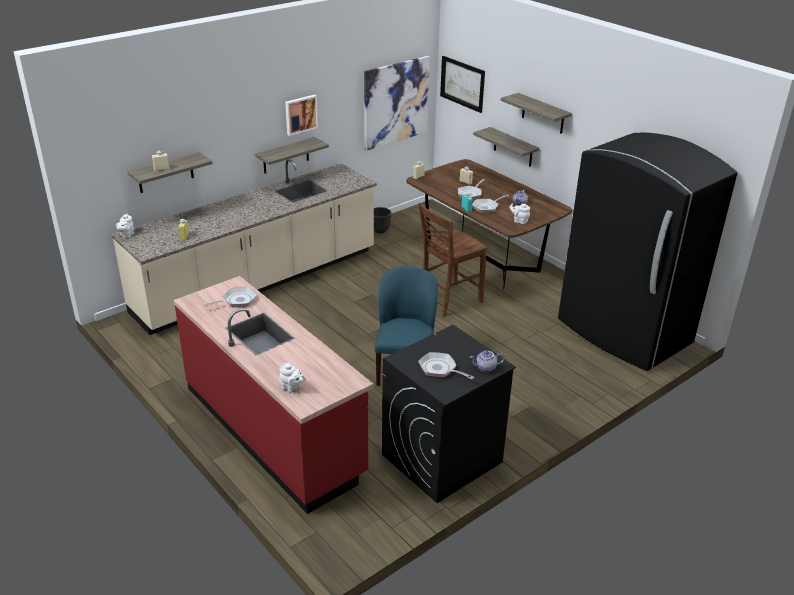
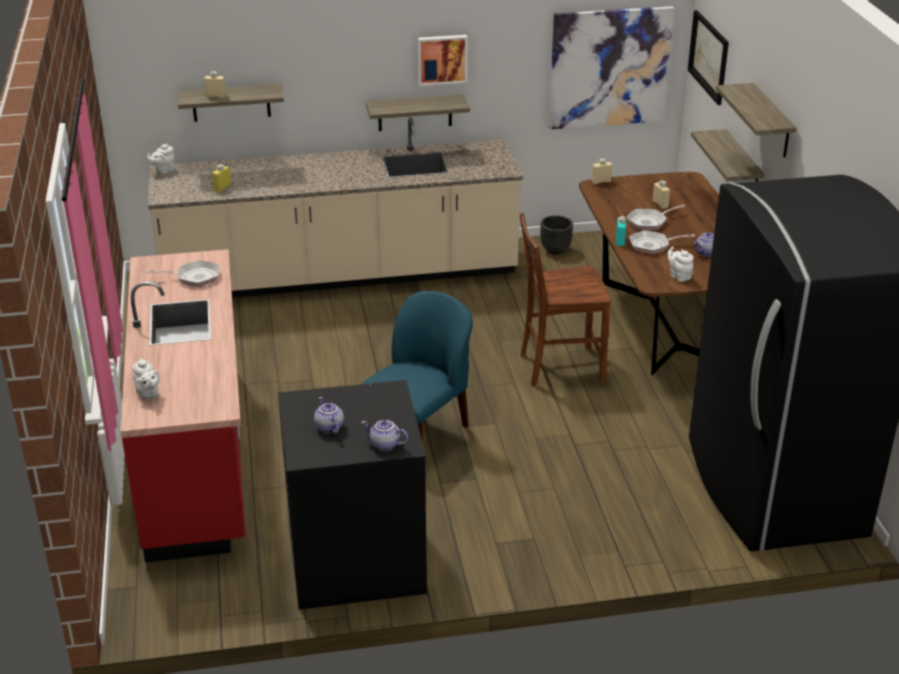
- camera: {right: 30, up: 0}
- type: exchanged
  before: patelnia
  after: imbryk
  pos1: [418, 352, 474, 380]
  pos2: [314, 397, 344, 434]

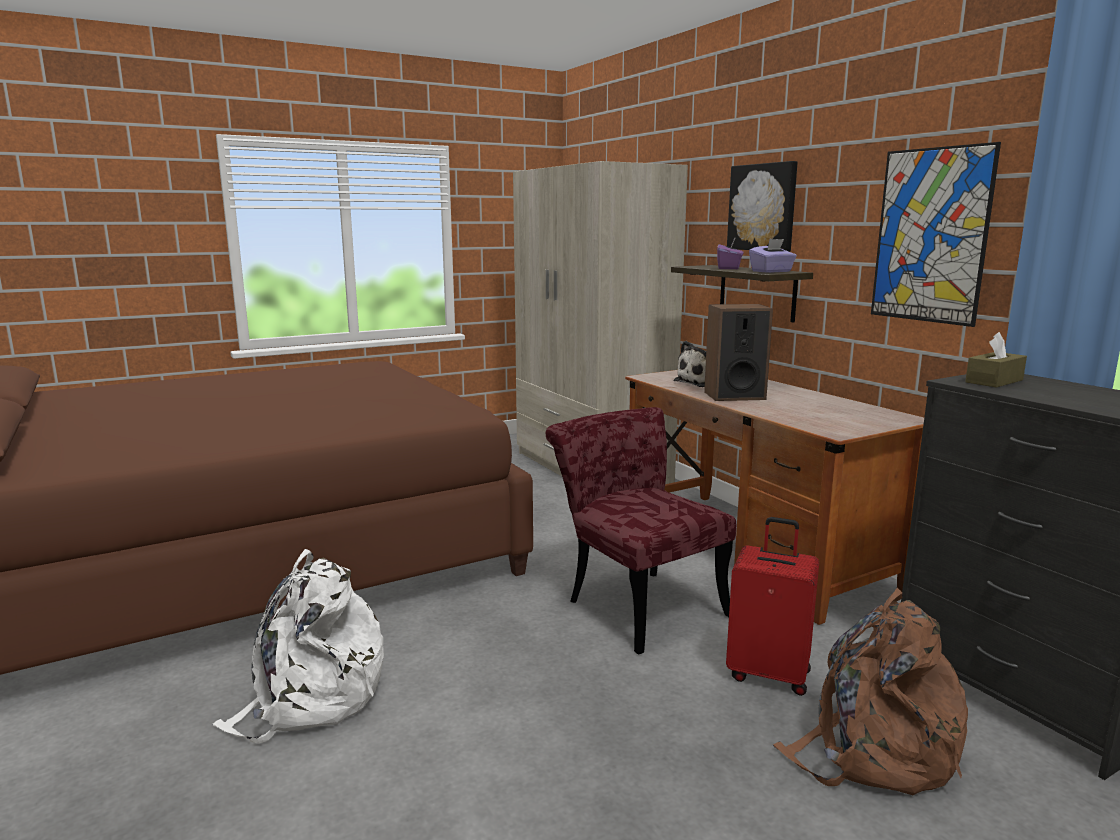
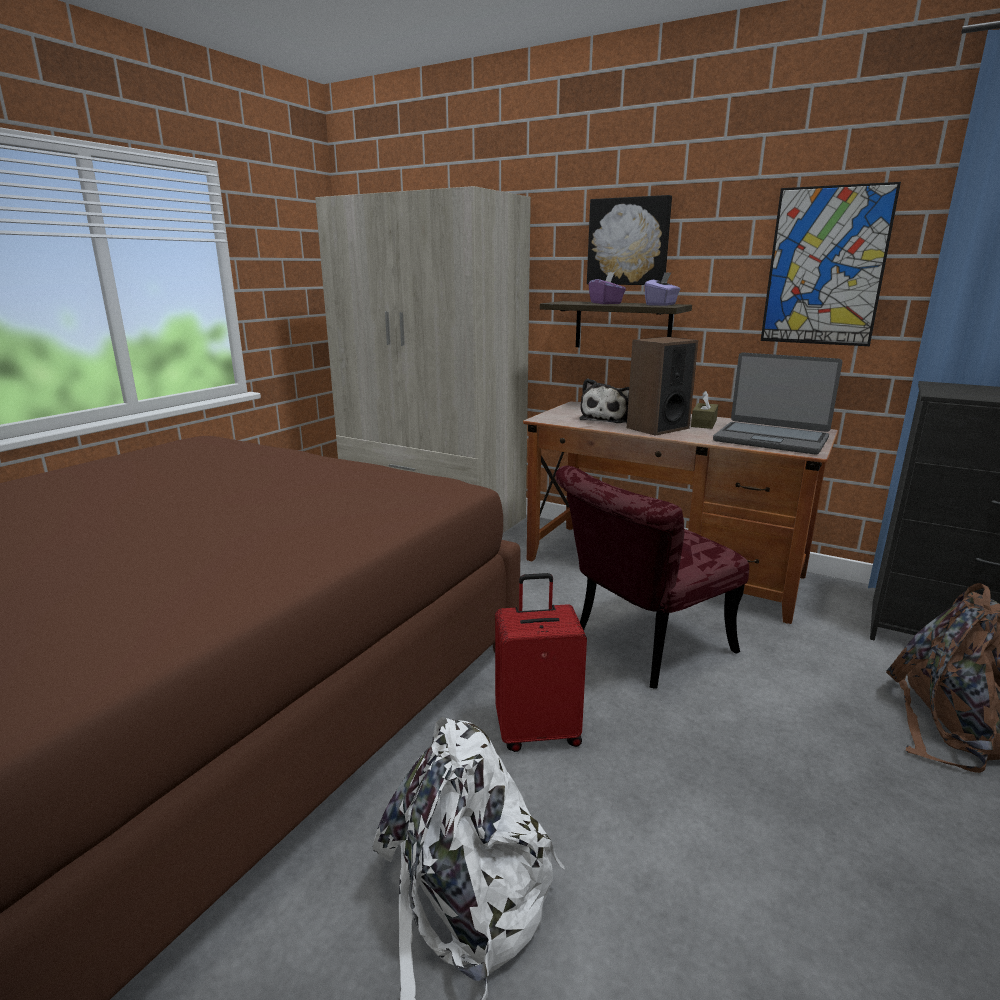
- camera: {right: -30, up: 5}
- type: spun
  before: krzesło [czerwony]
  pos1: [546, 407, 736, 655]
  pos2: [555, 466, 749, 689]
  turn: -60
- type: relocated
  before: walizka [czerwony]
  pos1: [726, 517, 819, 696]
  pos2: [495, 573, 587, 752]
- type: relocated
  before: pudełko chusteczek [brązowy]
  pos1: [965, 332, 1027, 387]
  pos2: [691, 391, 718, 429]
- type: appeared
  after: laptop
  pos2: [713, 352, 842, 454]

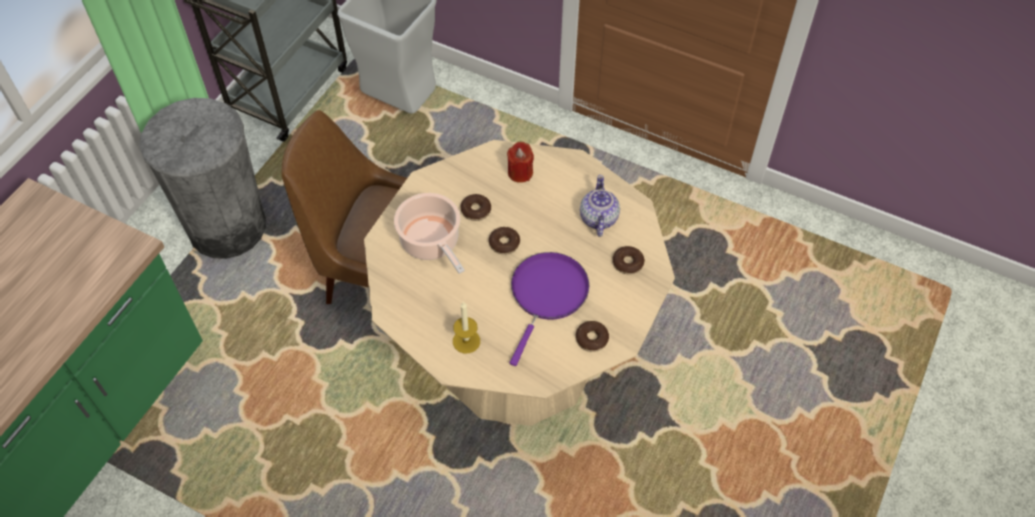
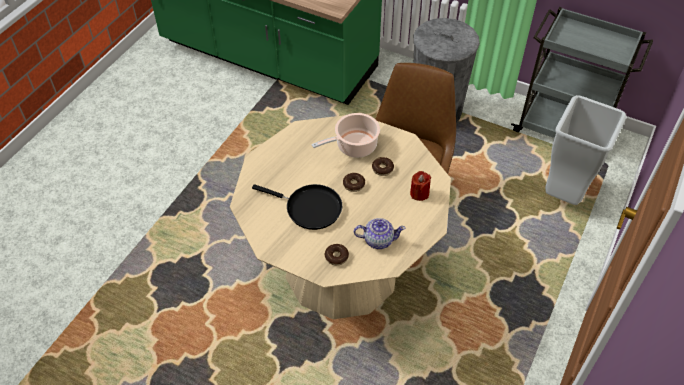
- camera: {right: 90, up: -5}
- type: missing
  before: świeca
  pos1: [453, 302, 480, 353]
- type: colour
  before: patelnia [fioletowy]
  after: patelnia [czarny]
  pos1: [510, 252, 589, 366]
  pos2: [252, 184, 342, 230]
- type: missing
  before: donut
  pos1: [576, 321, 609, 352]

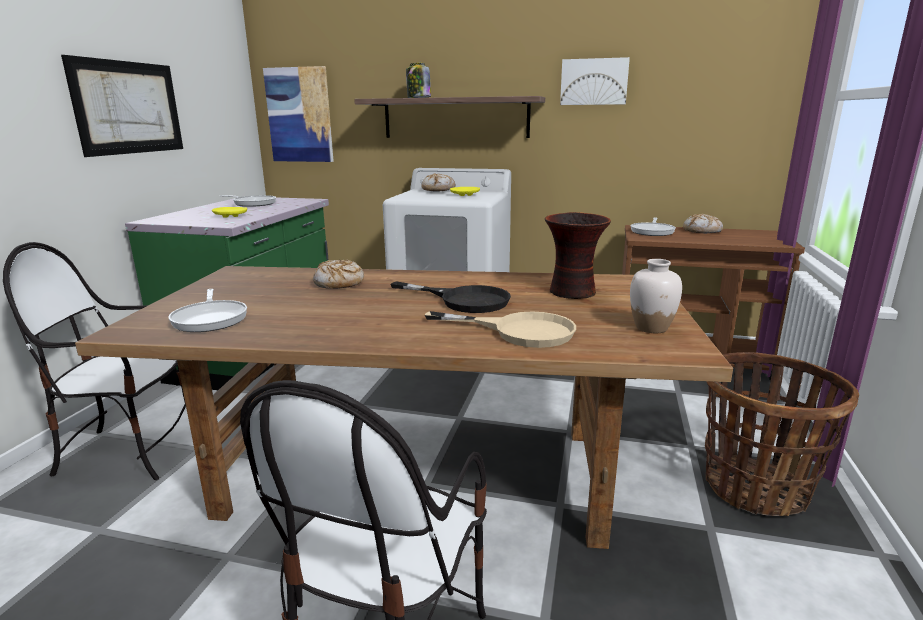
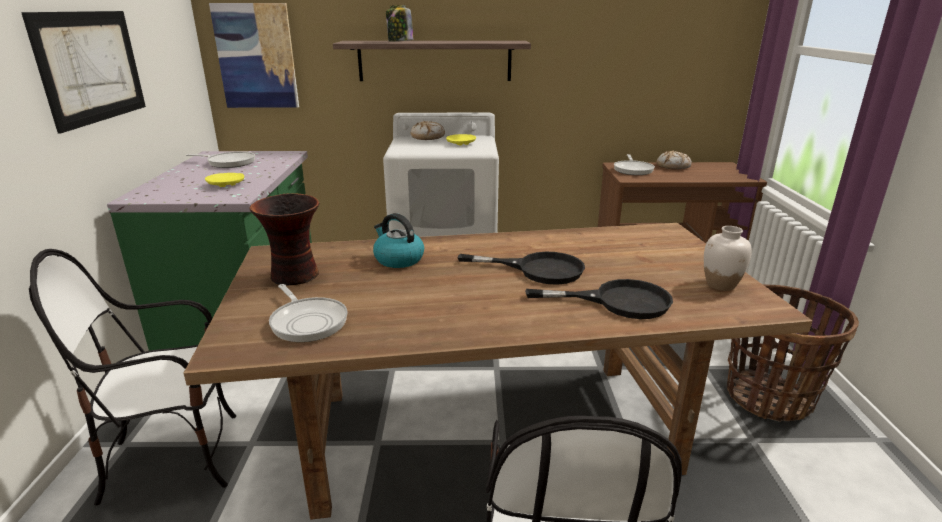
- camera: {right: -15, up: 5}
- type: exchanged
  before: chleb
  after: czajnik
  pos1: [313, 260, 364, 289]
  pos2: [373, 213, 424, 268]
- type: colour
  before: patelnia [beżowy]
  after: patelnia [czarny]
  pos1: [425, 311, 576, 348]
  pos2: [525, 279, 673, 319]
- type: relocated
  before: wazon
  pos1: [545, 212, 611, 299]
  pos2: [249, 193, 319, 285]
- type: missing
  before: obraz
  pos1: [560, 57, 630, 105]

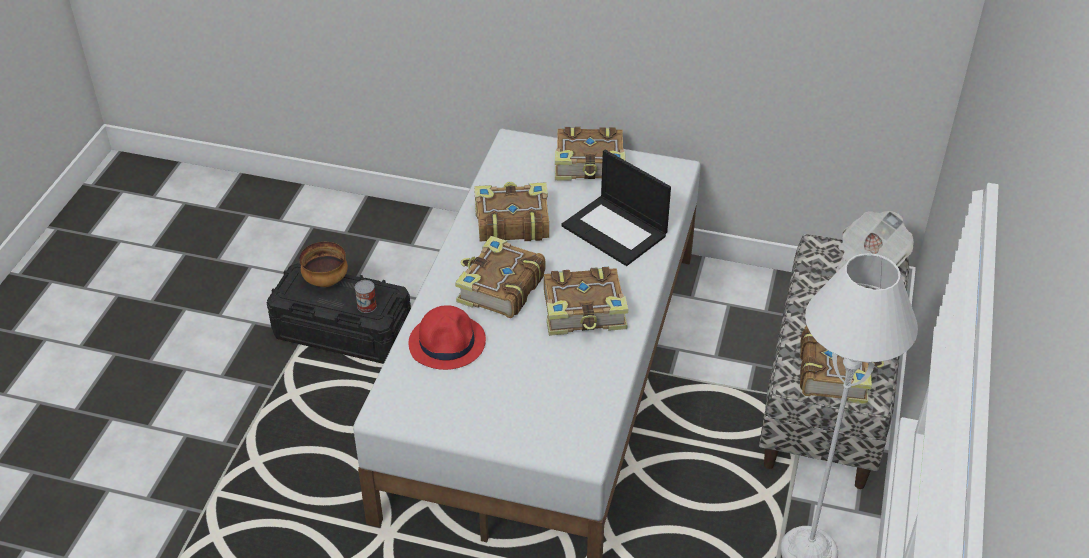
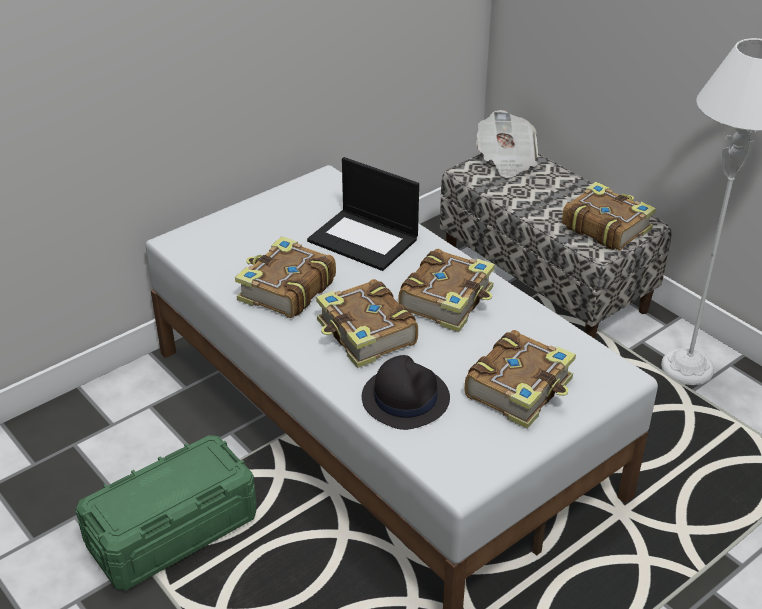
- camera: {right: -55, up: -5}
- type: colour
  before: pojemnik do przechowywania [czarny]
  after: pojemnik do przechowywania [zielony]
  pos1: [267, 263, 411, 364]
  pos2: [76, 435, 257, 590]
- type: missing
  before: miska
  pos1: [299, 242, 348, 287]
- type: missing
  before: puszka
  pos1: [355, 280, 377, 313]
- type: colour
  before: kapelusz [czerwony]
  after: kapelusz [czarny]
  pos1: [409, 305, 486, 370]
  pos2: [362, 355, 450, 430]
- type: relocated
  before: książka
  pos1: [555, 127, 626, 181]
  pos2: [465, 330, 576, 429]
- type: spun
  before: laptop
  pos1: [561, 150, 671, 266]
  pos2: [307, 157, 419, 271]
  turn: 45

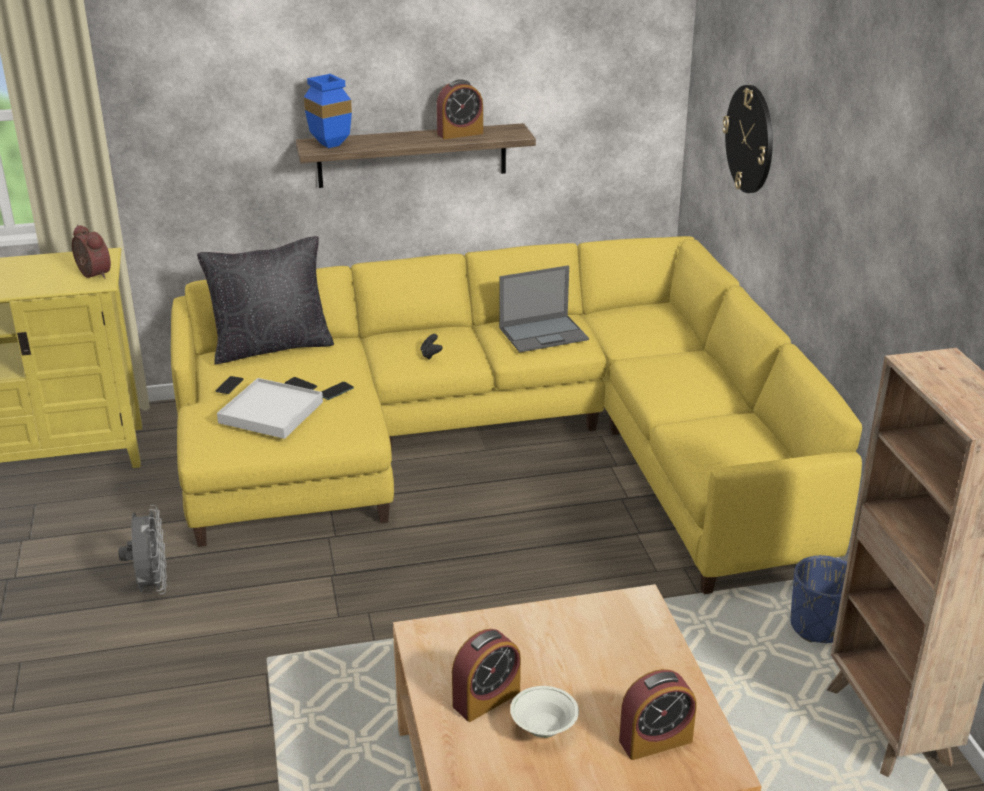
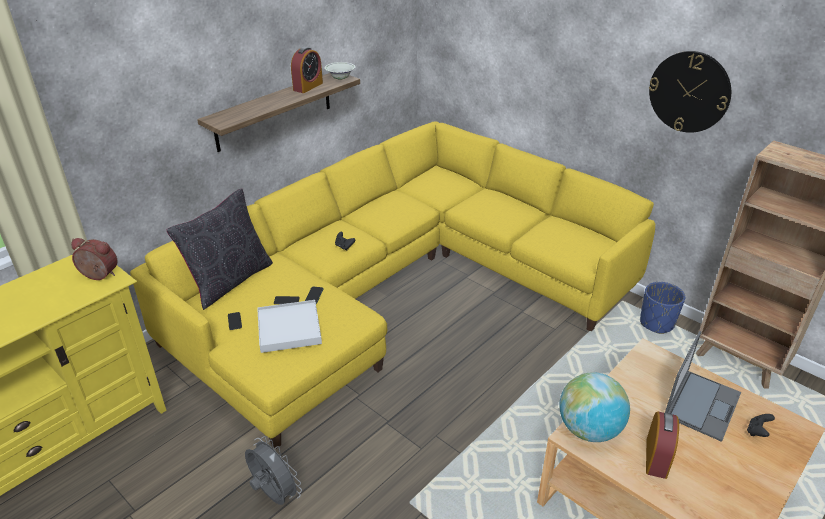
- camera: {right: -35, up: 5}
- type: missing
  before: wazon [niebieski]
  pos1: [304, 74, 352, 148]
- type: relocated
  before: laptop
  pos1: [499, 265, 589, 353]
  pos2: [665, 331, 741, 442]
- type: relocated
  before: miska [biały]
  pos1: [510, 686, 579, 738]
  pos2: [325, 62, 356, 80]
- type: exchanged
  before: budzik
  after: pad do gier [czarny]
  pos1: [619, 669, 697, 760]
  pos2: [747, 414, 775, 437]
- type: relocated
  before: zegar ścienny
  pos1: [722, 85, 773, 193]
  pos2: [649, 51, 731, 133]
- type: appeared
  after: globus
  pos2: [559, 372, 630, 442]

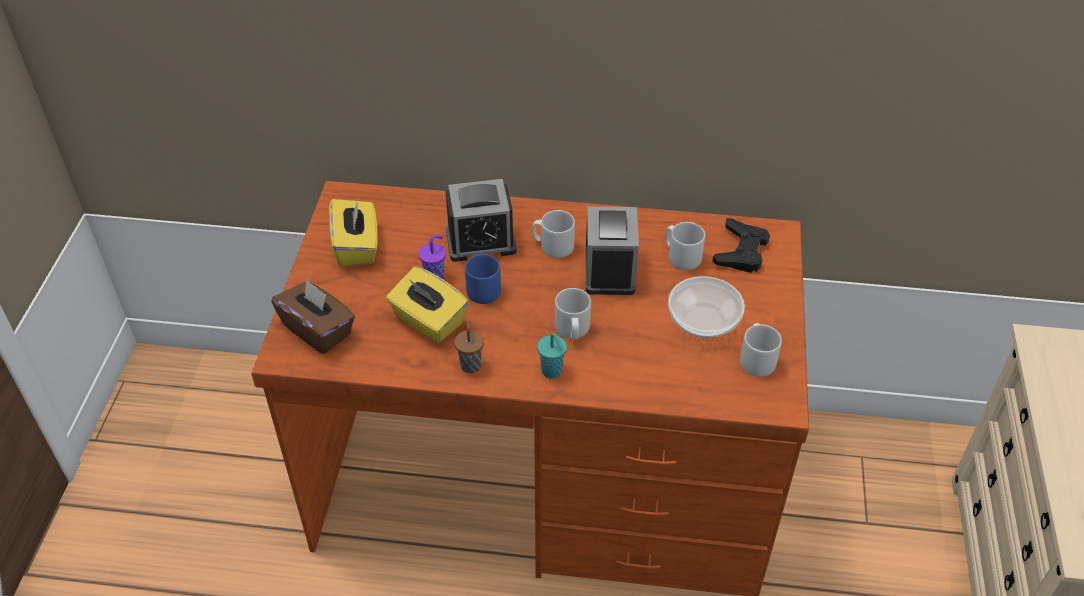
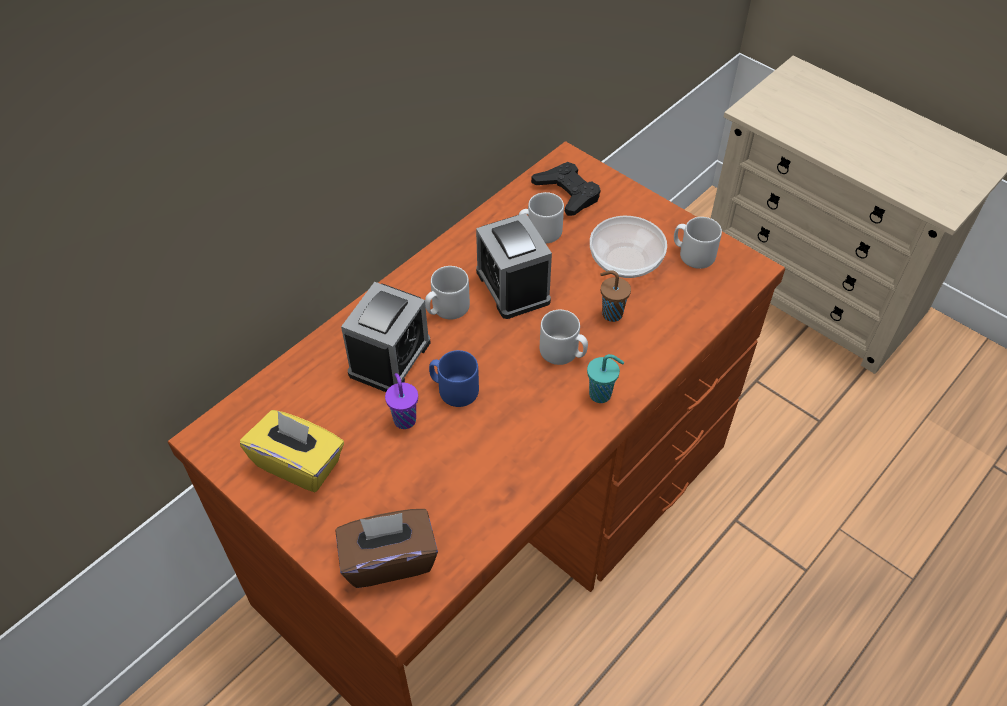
- camera: {right: -55, up: 5}
- type: missing
  before: pudełko chusteczek [żółty]
  pos1: [386, 267, 469, 343]
- type: relocated
  before: filiżanka [brązowy]
  pos1: [454, 321, 484, 373]
  pos2: [600, 270, 631, 322]
- type: spun
  before: budzik
  pos1: [586, 206, 639, 295]
  pos2: [476, 213, 552, 319]
  turn: -150

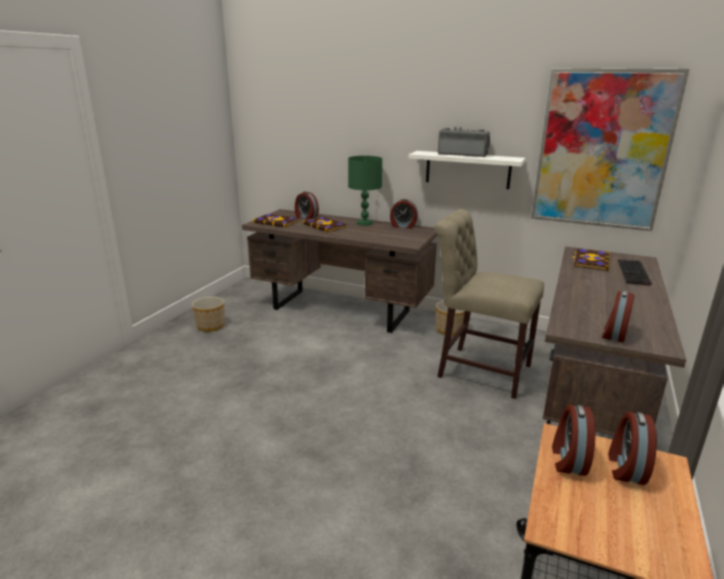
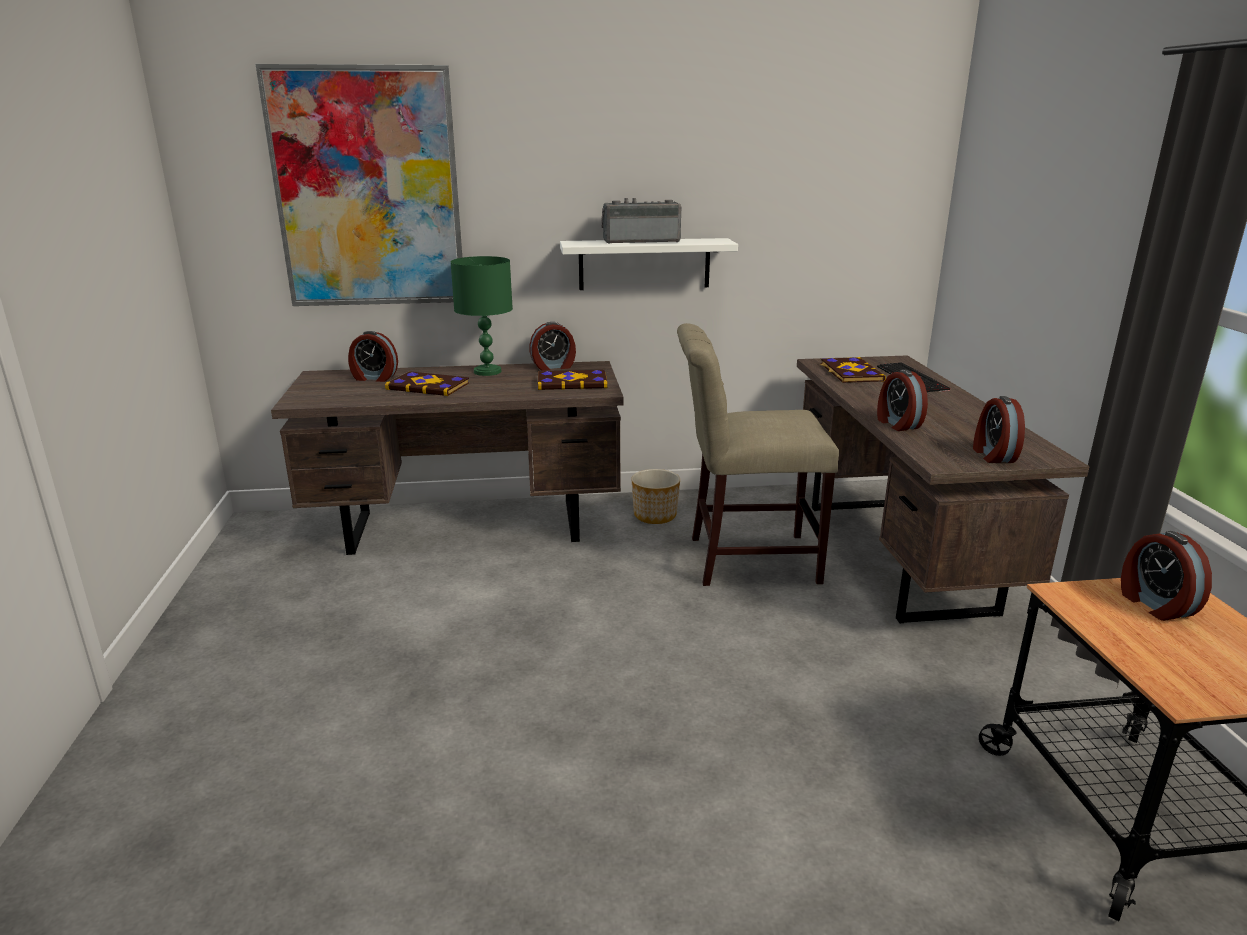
- camera: {right: -30, up: 0}
- type: missing
  before: donica
  pos1: [192, 297, 225, 332]
- type: relocated
  before: książka
  pos1: [253, 214, 299, 228]
  pos2: [538, 370, 608, 390]
- type: relocated
  before: obraz
  pos1: [531, 68, 689, 231]
  pos2: [255, 64, 462, 306]
- type: relocated
  before: budzik
  pos1: [552, 405, 595, 476]
  pos2: [877, 369, 928, 431]

